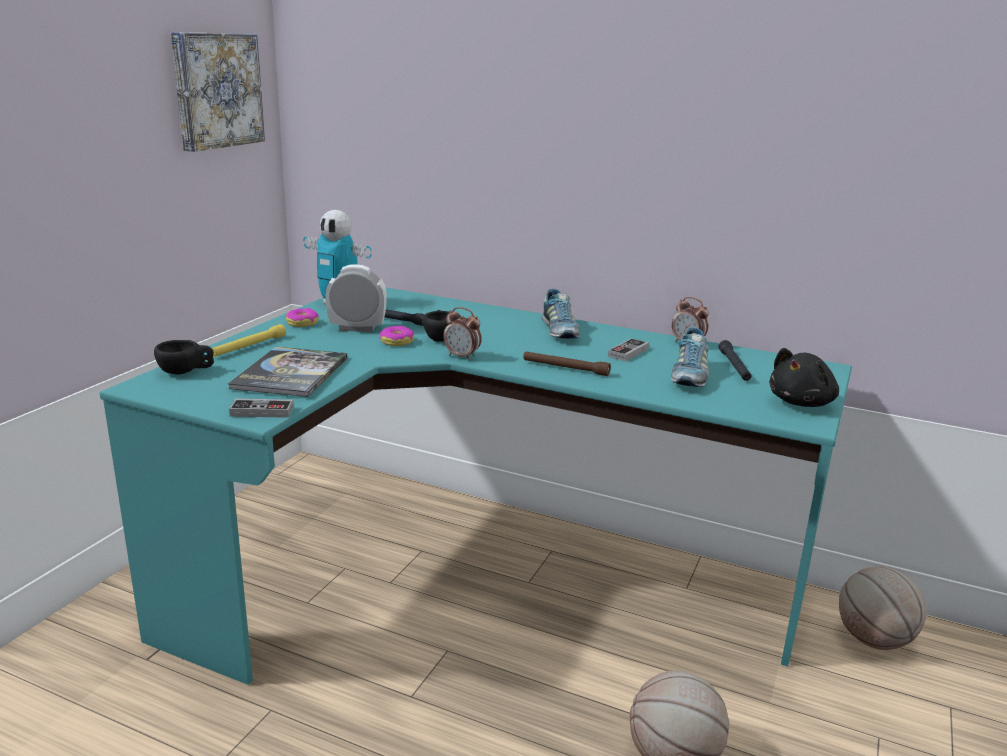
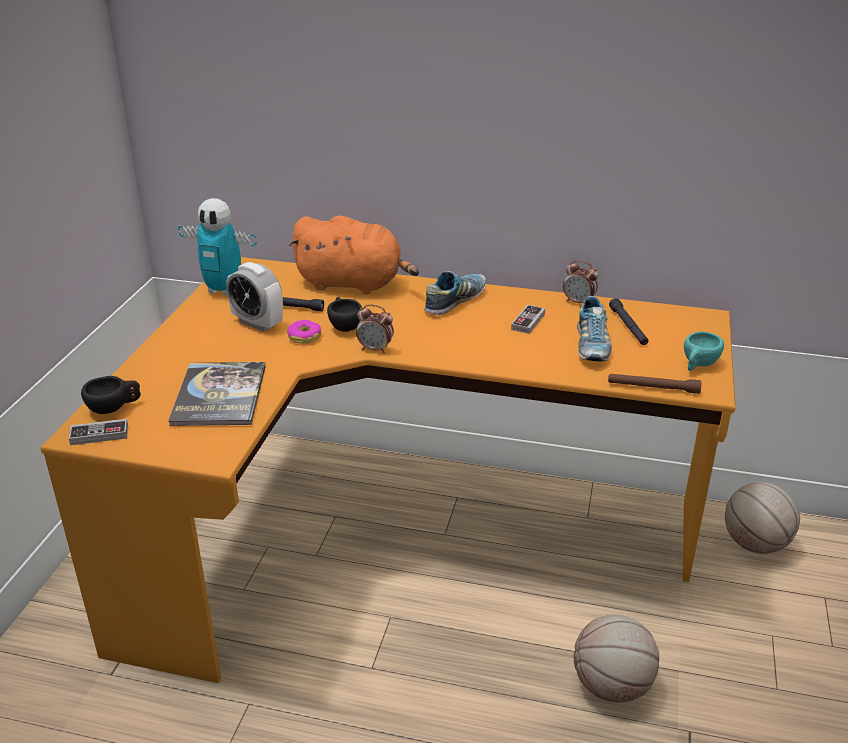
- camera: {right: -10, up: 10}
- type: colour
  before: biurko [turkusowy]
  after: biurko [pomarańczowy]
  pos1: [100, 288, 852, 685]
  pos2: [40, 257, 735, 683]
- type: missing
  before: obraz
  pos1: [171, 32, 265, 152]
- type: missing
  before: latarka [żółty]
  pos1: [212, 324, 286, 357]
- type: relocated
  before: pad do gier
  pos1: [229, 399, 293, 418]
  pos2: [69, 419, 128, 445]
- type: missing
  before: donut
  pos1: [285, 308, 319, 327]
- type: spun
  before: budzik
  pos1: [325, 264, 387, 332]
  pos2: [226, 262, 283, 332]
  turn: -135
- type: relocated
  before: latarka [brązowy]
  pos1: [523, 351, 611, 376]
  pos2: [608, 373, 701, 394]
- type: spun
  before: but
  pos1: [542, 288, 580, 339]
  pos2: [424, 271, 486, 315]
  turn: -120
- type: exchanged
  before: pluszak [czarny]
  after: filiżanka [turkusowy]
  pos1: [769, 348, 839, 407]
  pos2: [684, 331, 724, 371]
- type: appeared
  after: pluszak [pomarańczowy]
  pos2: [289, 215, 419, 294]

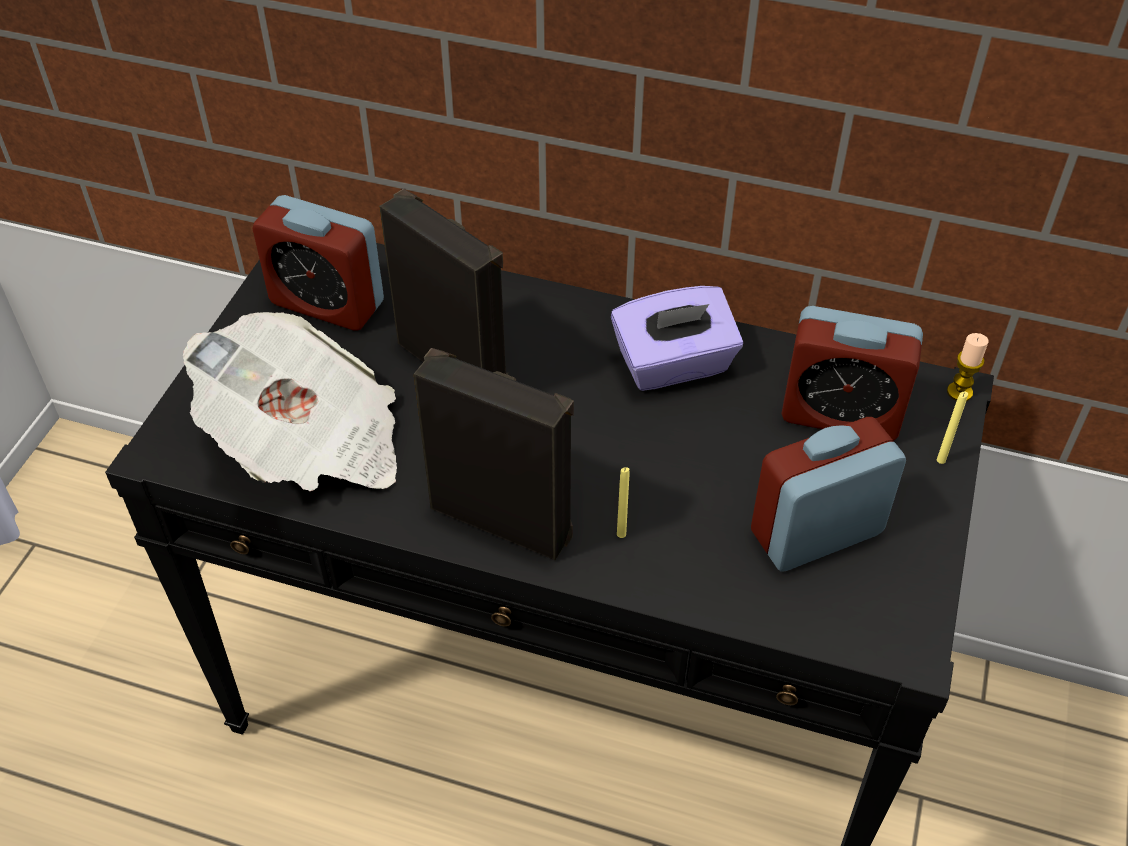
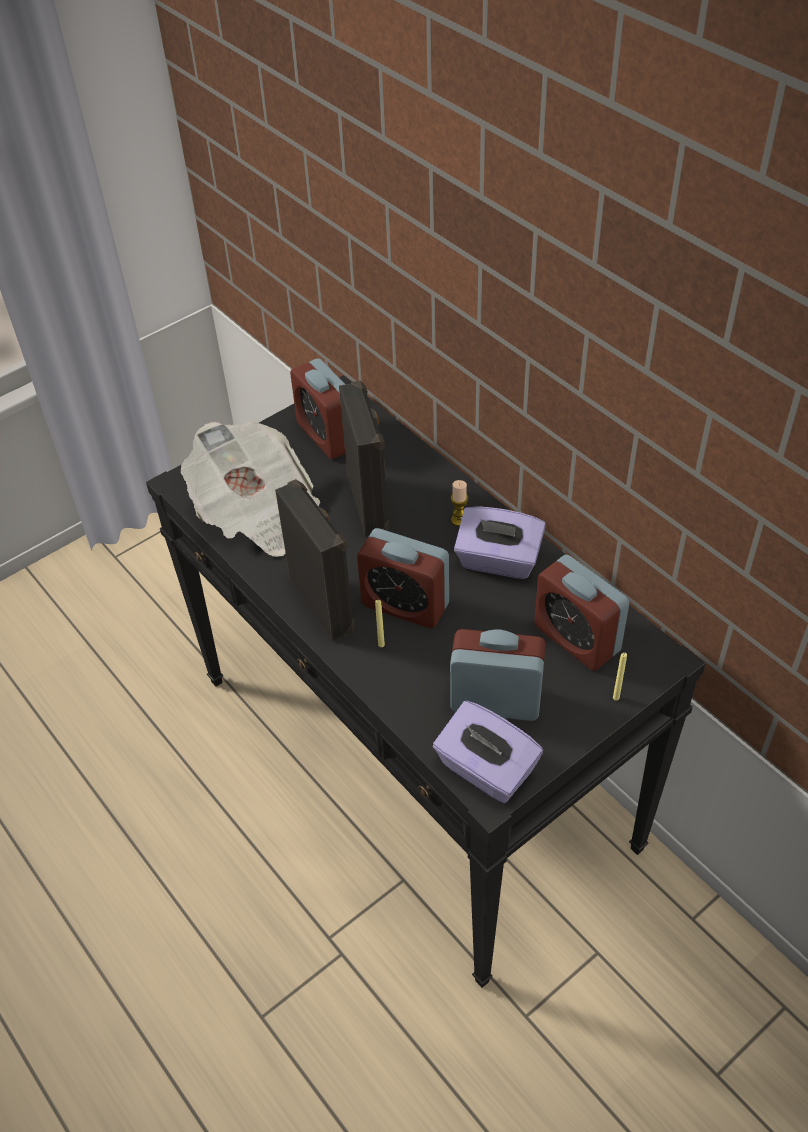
- camera: {right: 35, up: 0}
- type: relocated
  before: świeca
  pos1: [947, 333, 989, 401]
  pos2: [451, 480, 468, 526]
- type: appeared
  after: budzik
  pos2: [357, 528, 449, 628]
- type: appeared
  after: pudełko chusteczek [fioletowy]
  pos2: [433, 701, 543, 803]

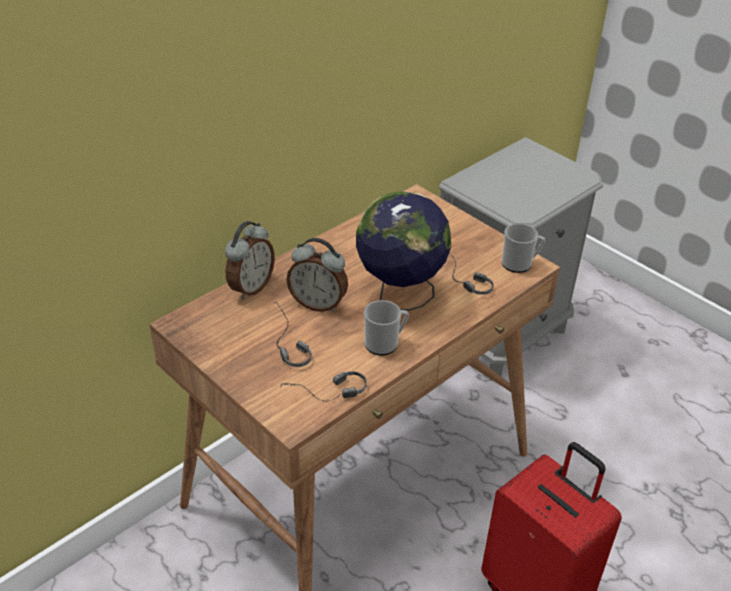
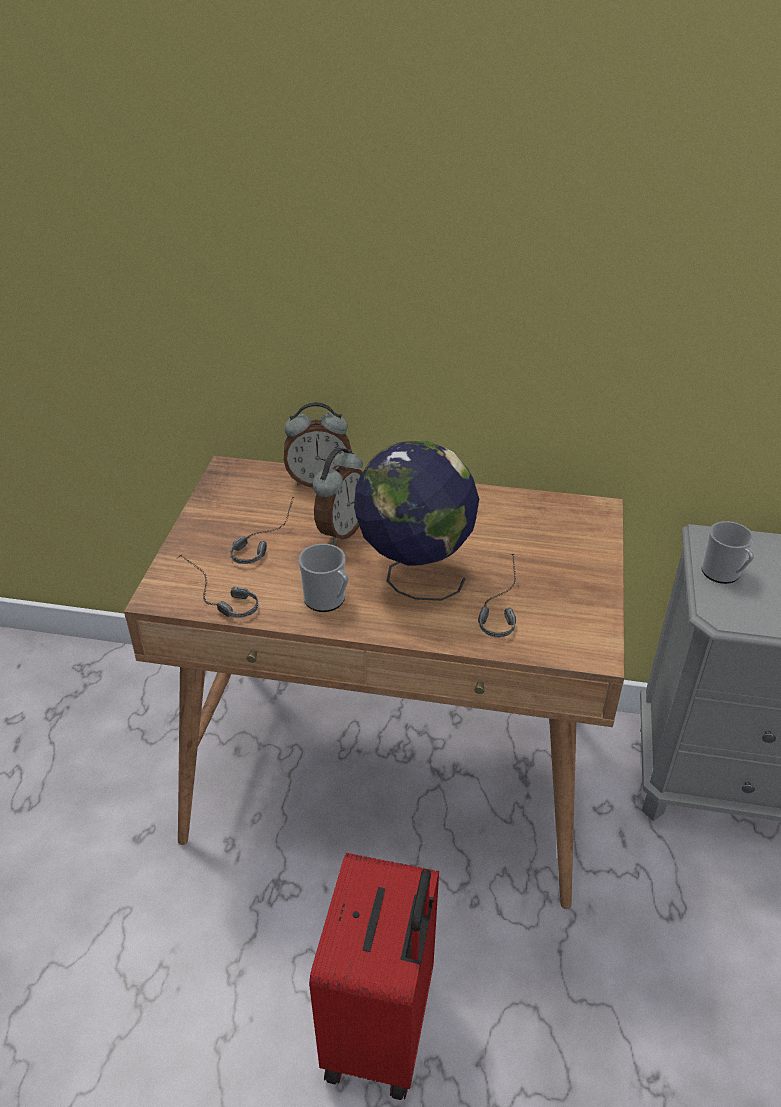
- camera: {right: 55, up: 0}
- type: spun
  before: budzik
  pos1: [287, 238, 348, 312]
  pos2: [313, 448, 363, 545]
  turn: -135
- type: relocated
  before: kubek
  pos1: [502, 223, 545, 273]
  pos2: [701, 521, 754, 584]

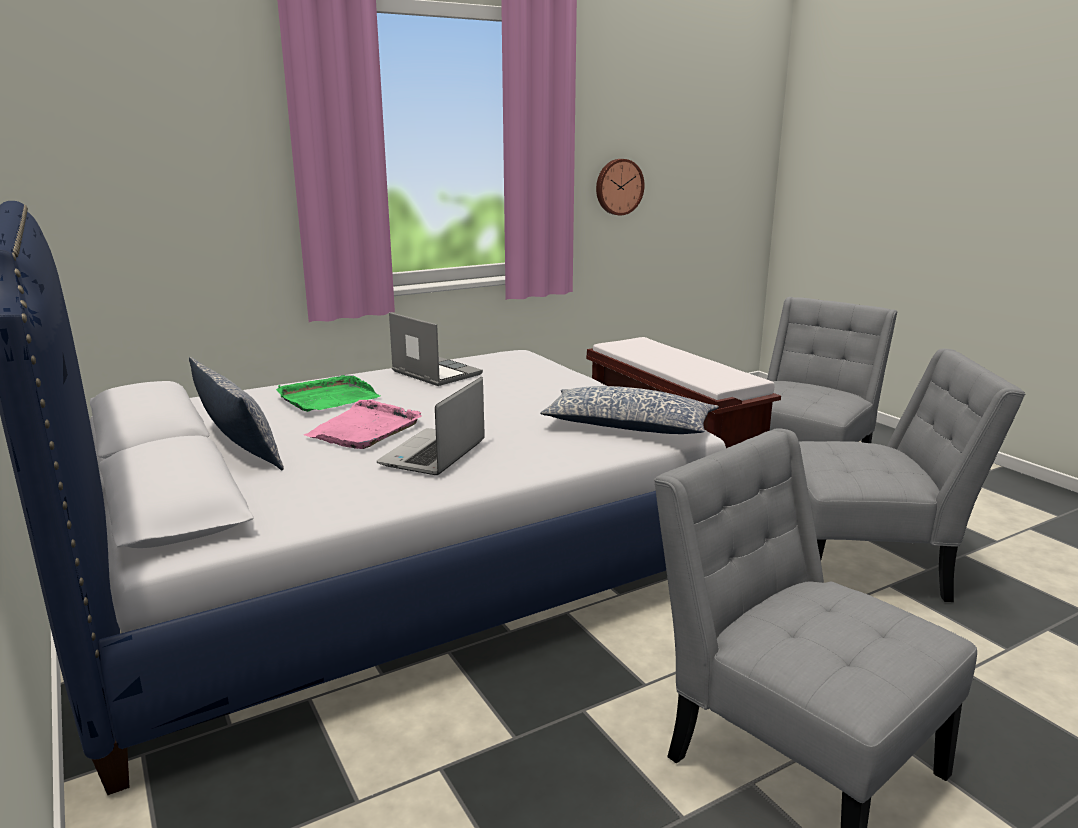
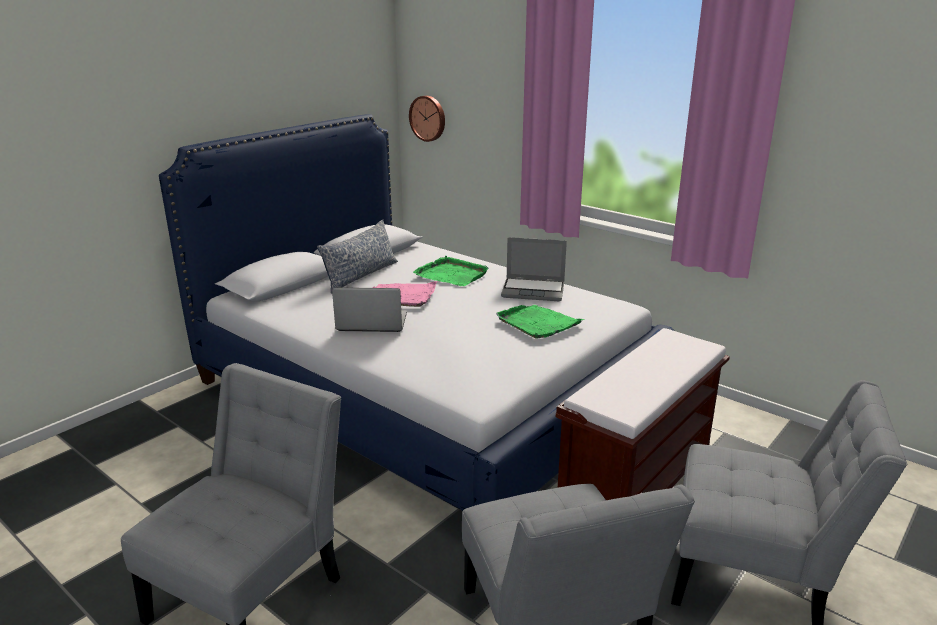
- camera: {right: 70, up: 5}
- type: spun
  before: laptop
  pos1: [389, 312, 483, 386]
  pos2: [501, 237, 567, 301]
  turn: 75
- type: missing
  before: poduszka
  pos1: [540, 386, 719, 434]
- type: relocated
  before: zegar ścienny
  pos1: [596, 159, 645, 215]
  pos2: [409, 96, 445, 142]
- type: appeared
  after: taca [zielony]
  pos2: [496, 305, 585, 339]

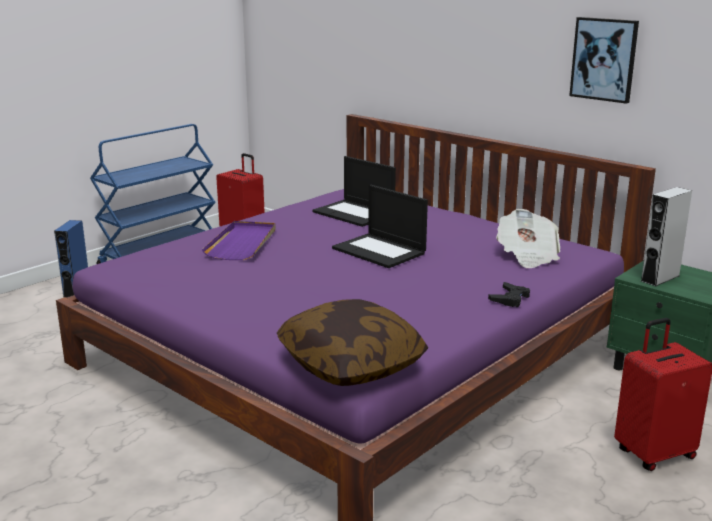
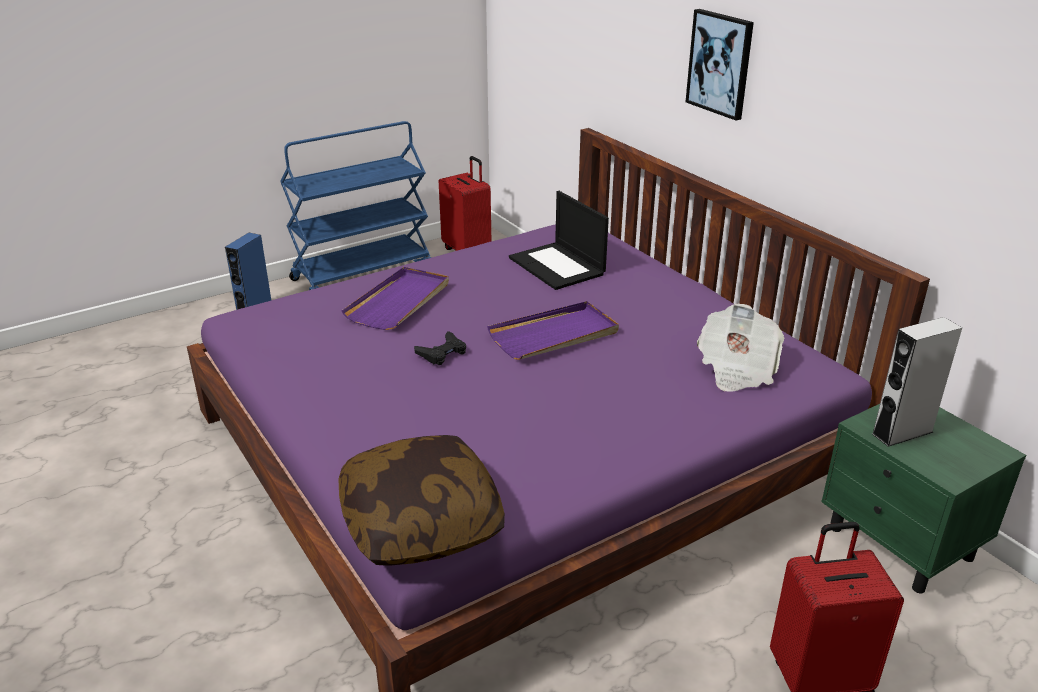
- camera: {right: 15, up: 10}
- type: exchanged
  before: laptop
  after: taca [fioletowy]
  pos1: [332, 185, 428, 268]
  pos2: [487, 301, 619, 360]
- type: relocated
  before: pad do gier [czarny]
  pos1: [488, 282, 530, 307]
  pos2: [414, 331, 466, 365]
- type: relocated
  before: obraz
  pos1: [569, 17, 639, 104]
  pos2: [685, 9, 754, 120]

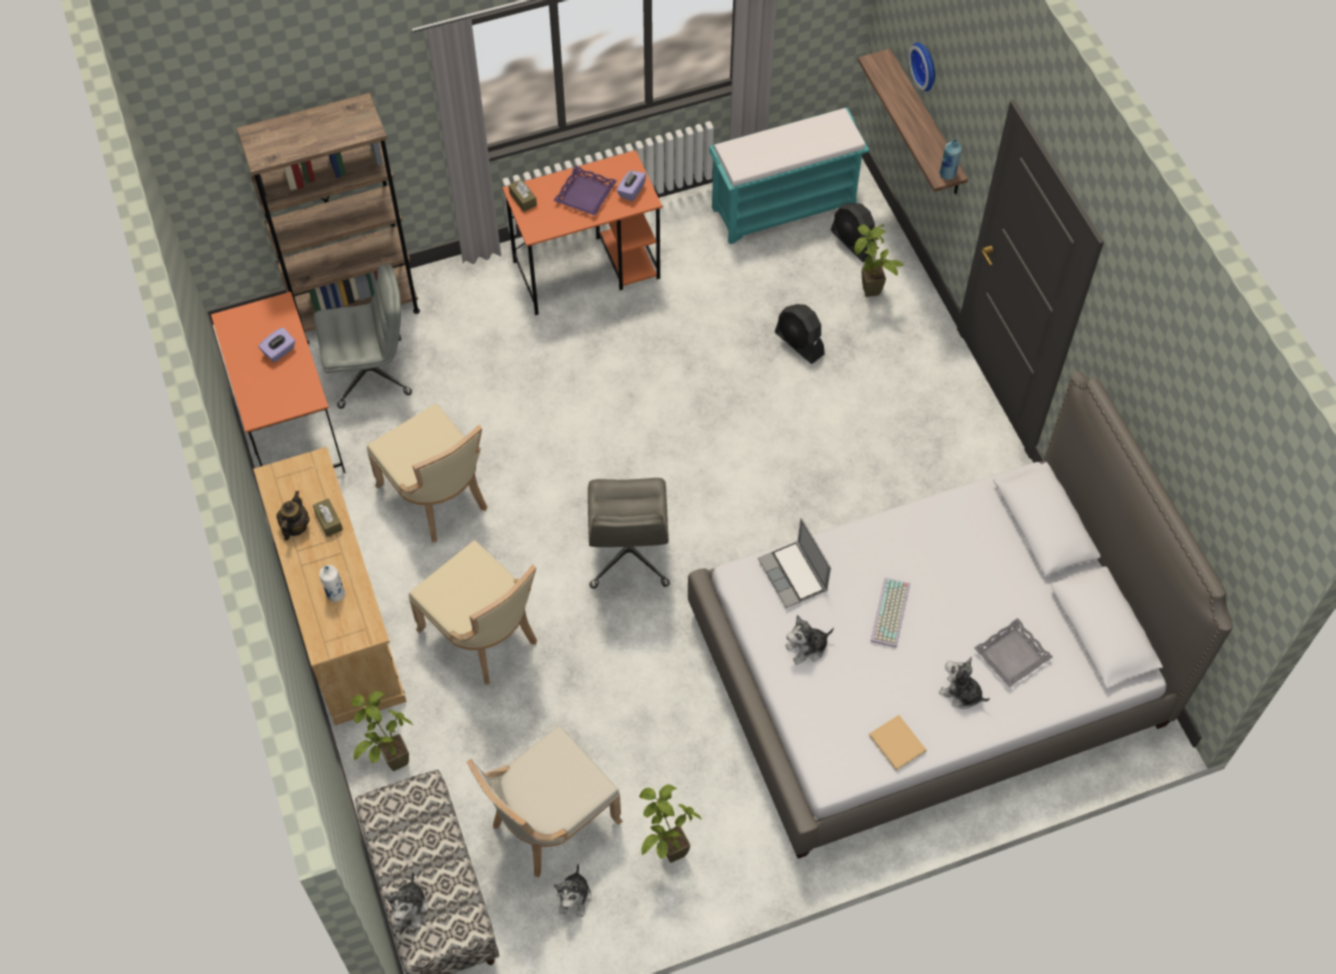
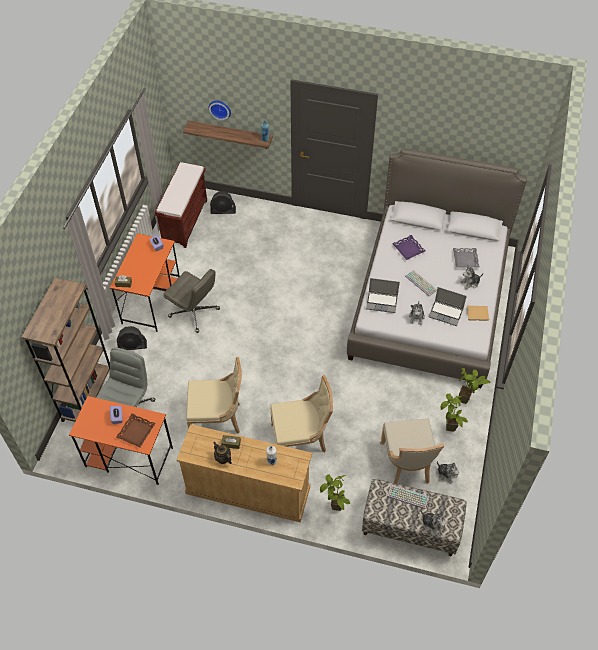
- camera: {right: -55, up: -5}
- type: relocated
  before: taca [fioletowy]
  pos1: [553, 166, 617, 216]
  pos2: [392, 235, 425, 260]
- type: relocated
  before: krzesło biurowe [szary]
  pos1: [588, 478, 670, 589]
  pos2: [164, 269, 220, 333]
- type: colour
  before: ławka [turkusowy]
  after: ławka [brązowy]
  pos1: [709, 108, 869, 244]
  pos2: [155, 162, 207, 248]
- type: relocated
  before: wentylator [czarny]
  pos1: [775, 304, 825, 364]
  pos2: [117, 326, 147, 350]
- type: relocated
  before: roślina doniczkowa
  pos1: [855, 224, 903, 297]
  pos2: [459, 368, 491, 404]
- type: appeared
  after: taca [brązowy]
  pos2: [116, 413, 156, 447]
- type: appeared
  after: klawiatura
  pos2: [387, 484, 429, 509]
- type: appeared
  after: laptop
  pos2: [428, 287, 467, 326]

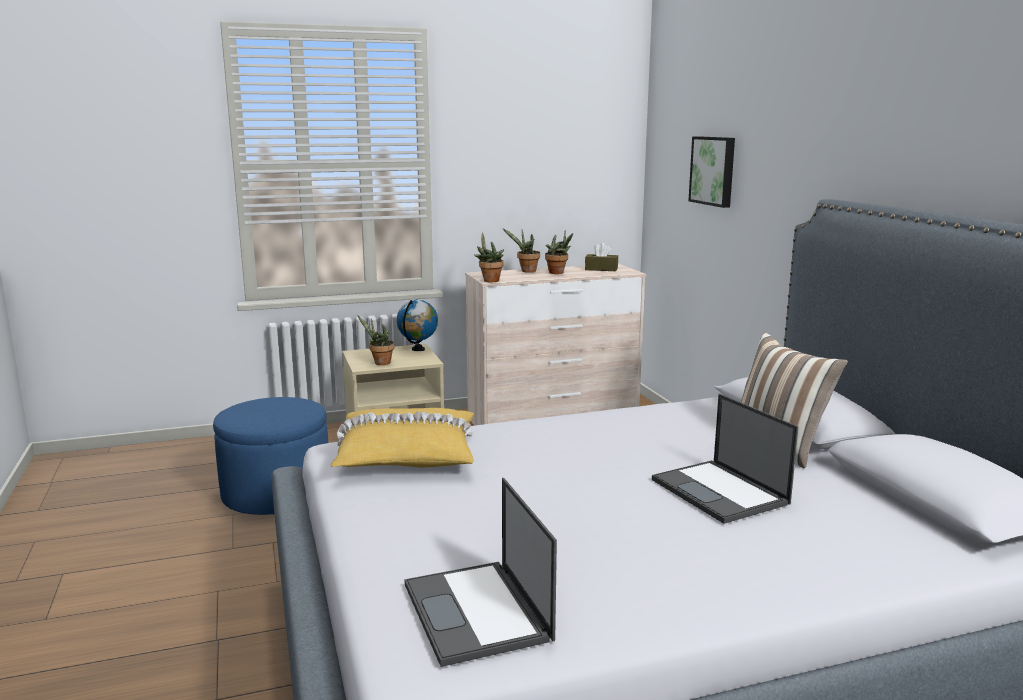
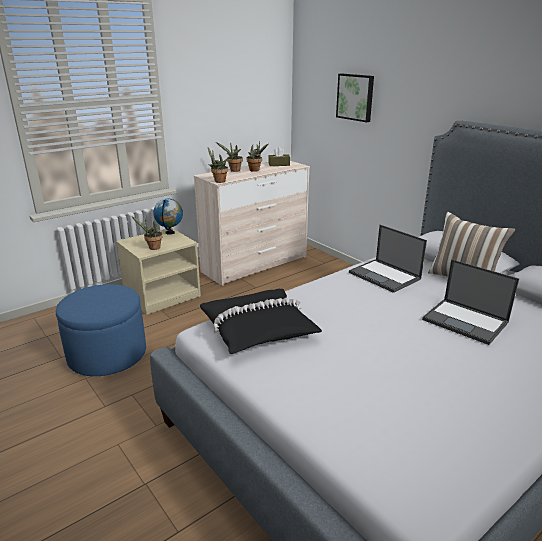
- camera: {right: -20, up: 10}
- type: colour
  before: poduszka [żółty]
  after: poduszka [czarny]
  pos1: [331, 408, 474, 467]
  pos2: [200, 289, 322, 354]
- type: relocated
  before: laptop
  pos1: [405, 478, 557, 667]
  pos2: [349, 225, 427, 293]

